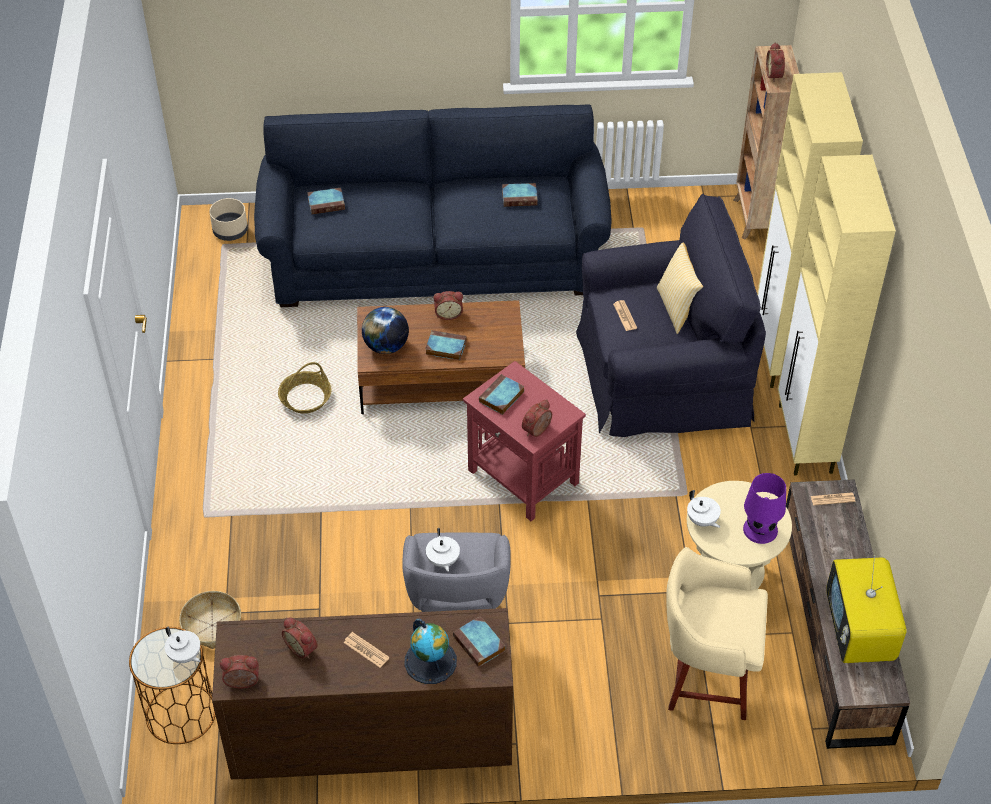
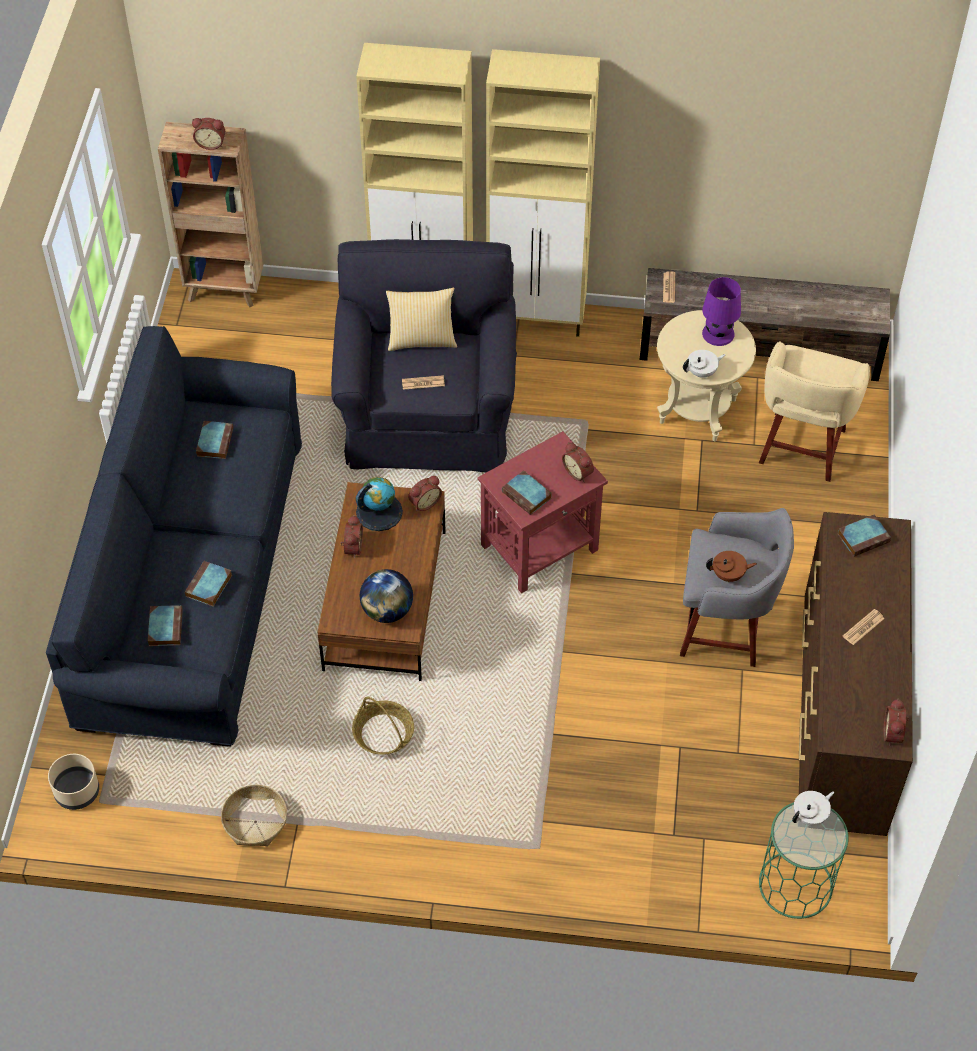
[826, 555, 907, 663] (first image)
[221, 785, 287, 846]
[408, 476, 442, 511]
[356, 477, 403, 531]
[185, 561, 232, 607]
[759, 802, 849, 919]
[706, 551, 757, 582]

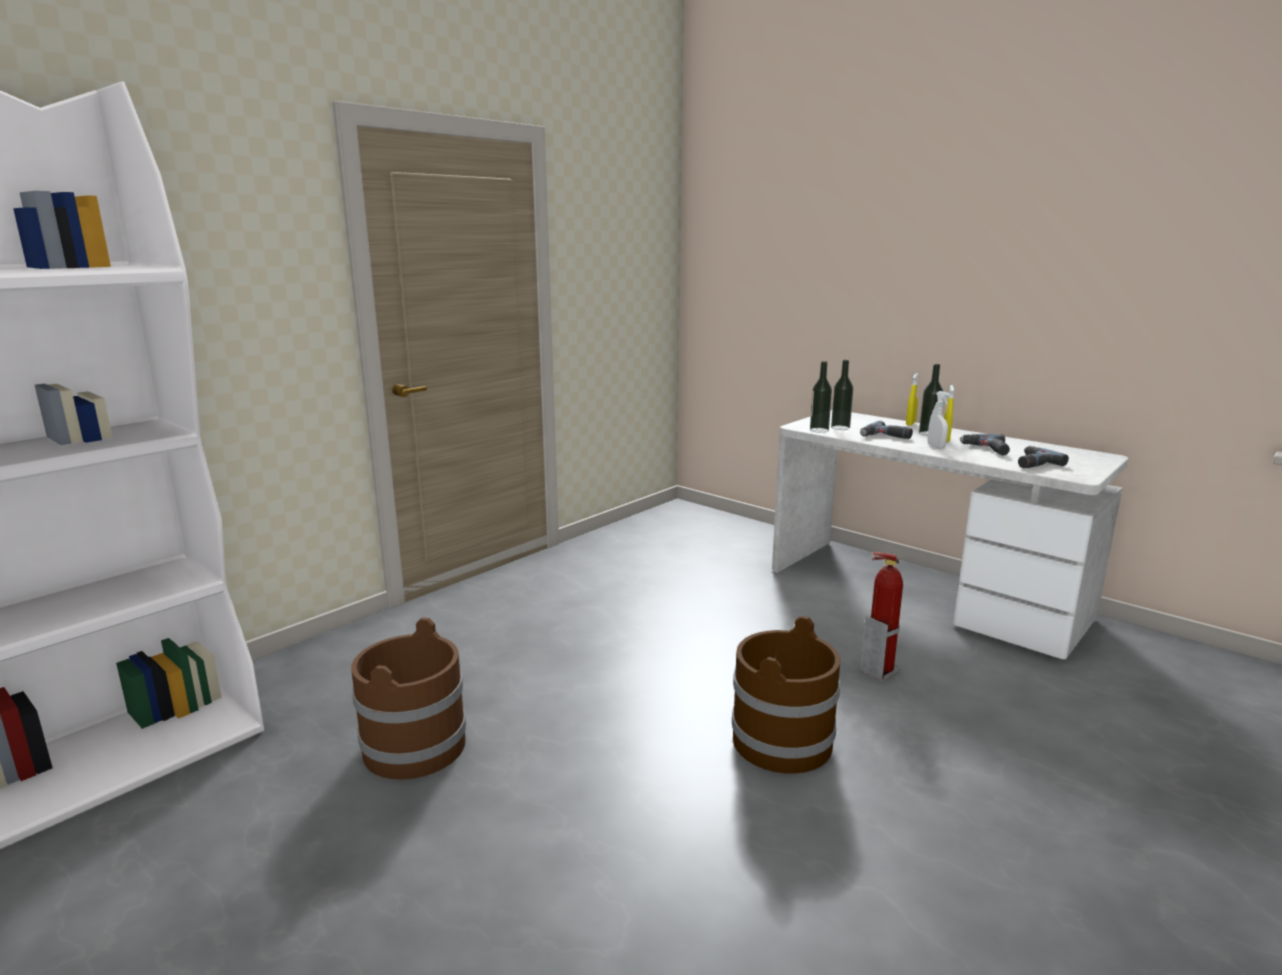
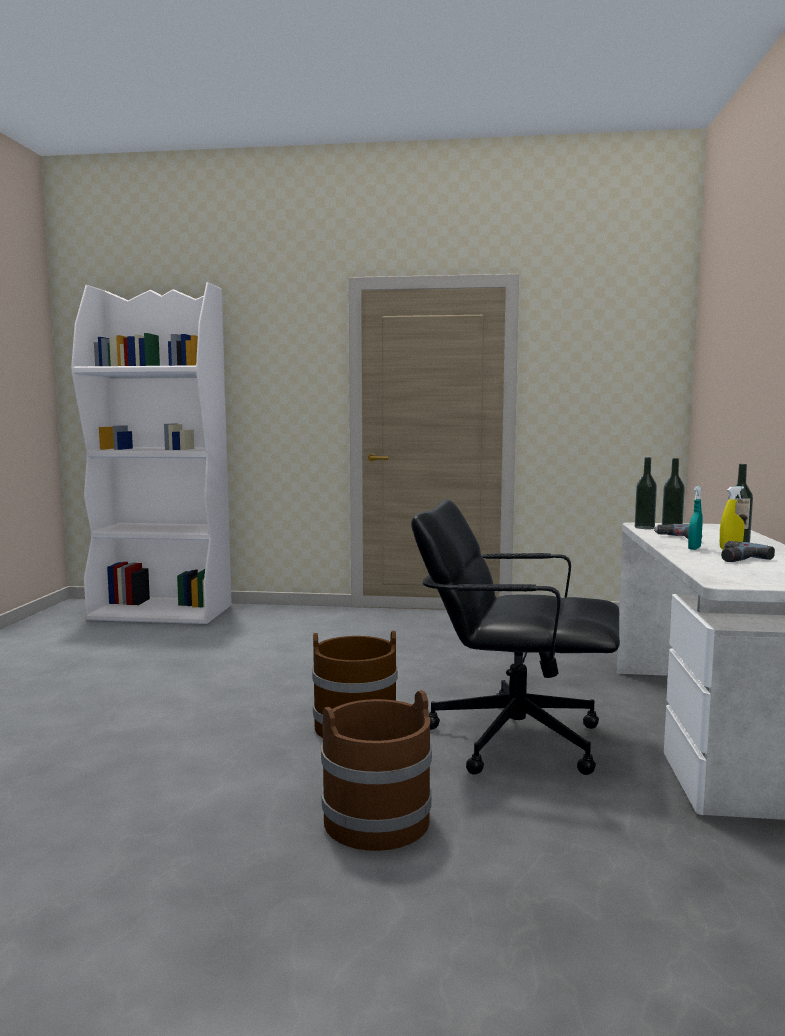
[906, 373, 919, 425] (first image)
[1018, 446, 1069, 468] (first image)
[321, 690, 432, 851]
[411, 500, 620, 775]
[688, 486, 702, 550]

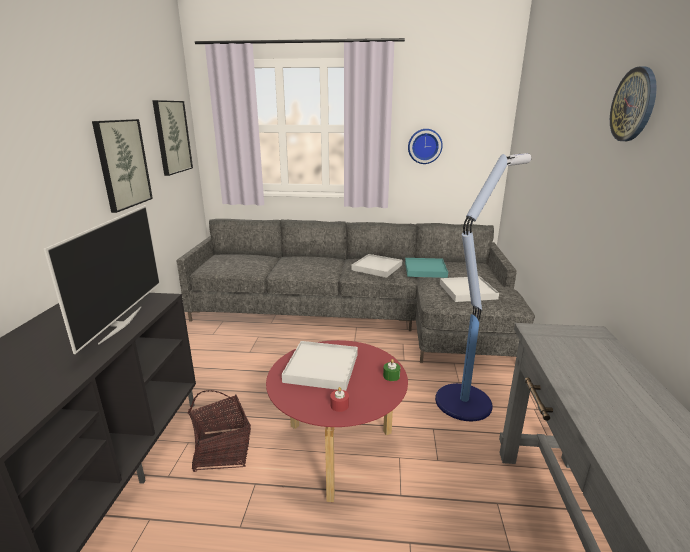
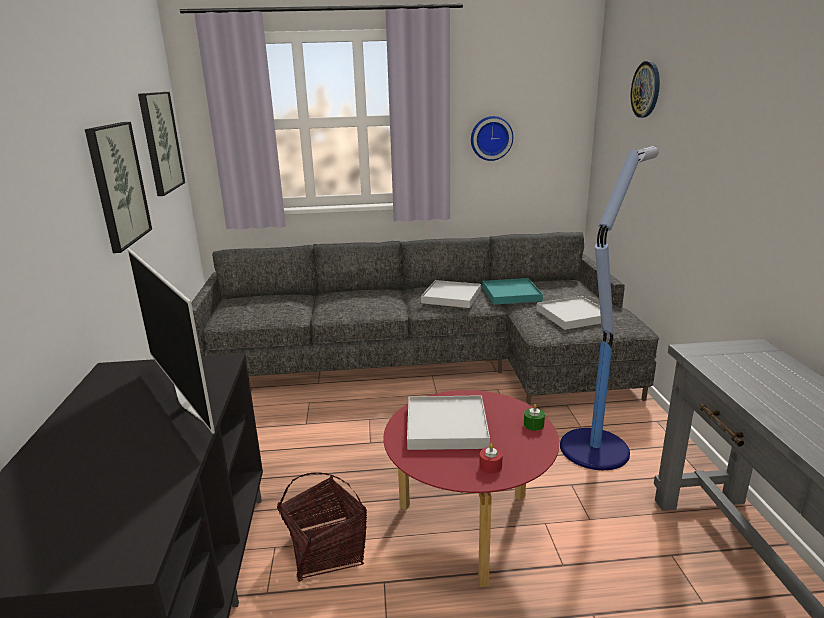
[631, 61, 660, 118]
[127, 248, 215, 434]

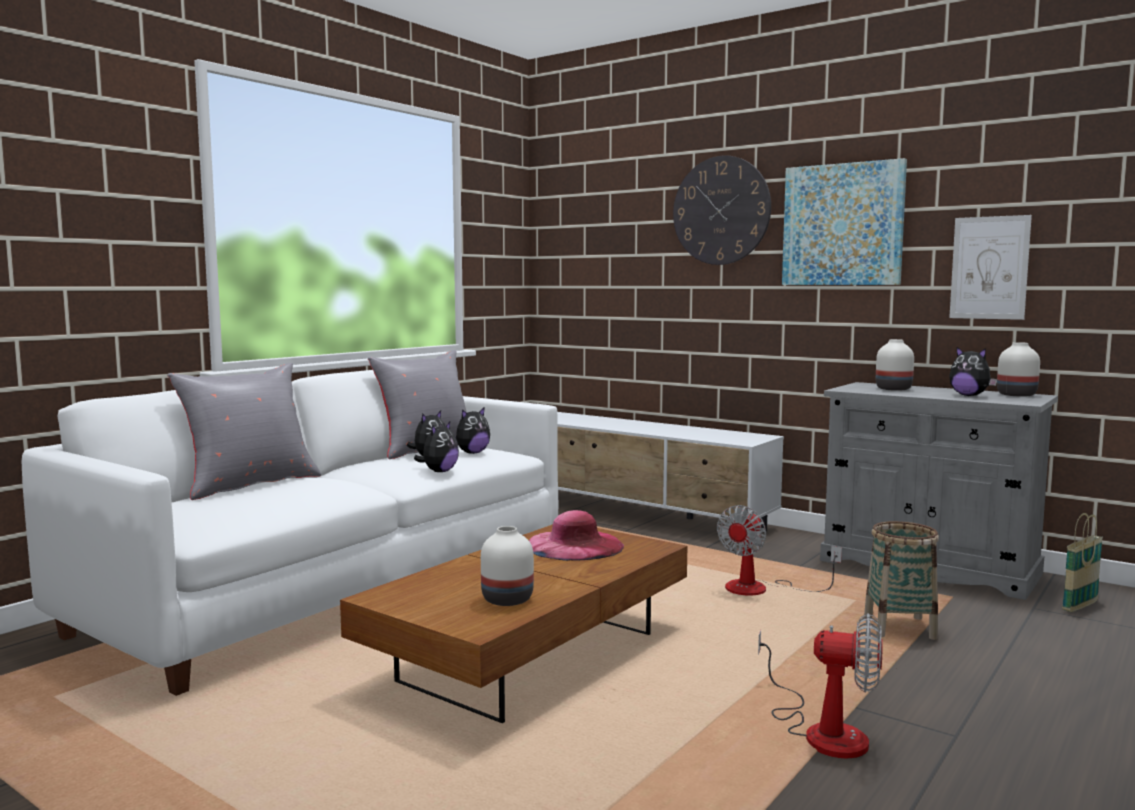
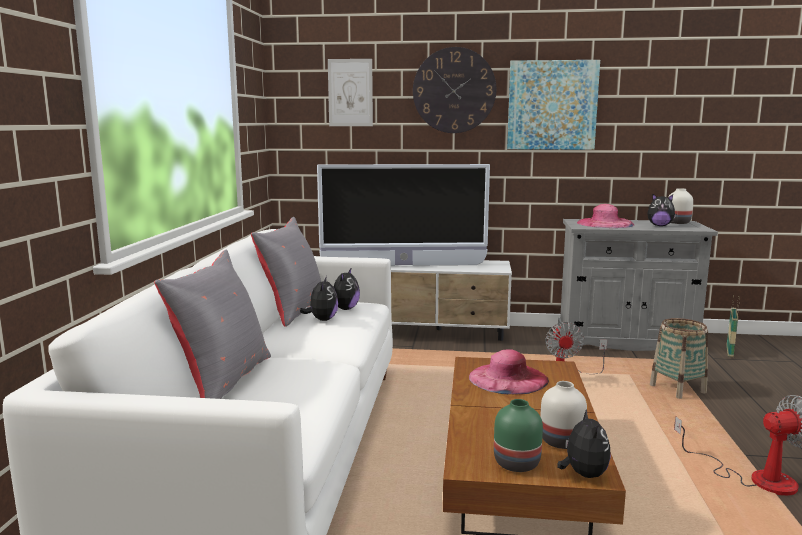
[317, 164, 490, 266]
[494, 399, 543, 472]
[557, 409, 611, 478]
[328, 59, 373, 126]
[577, 204, 634, 228]

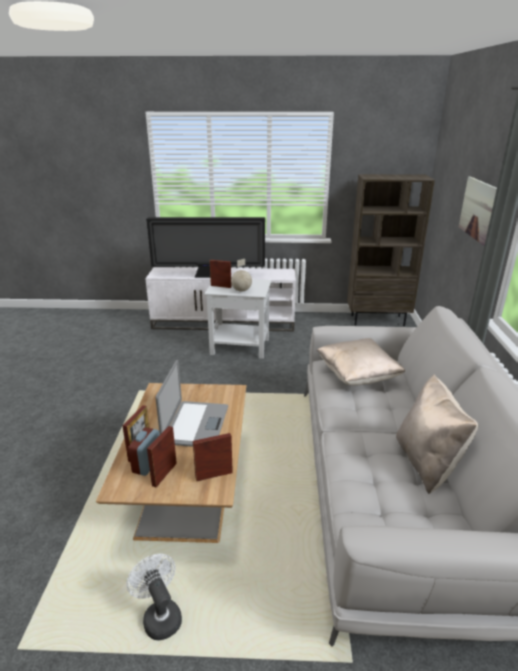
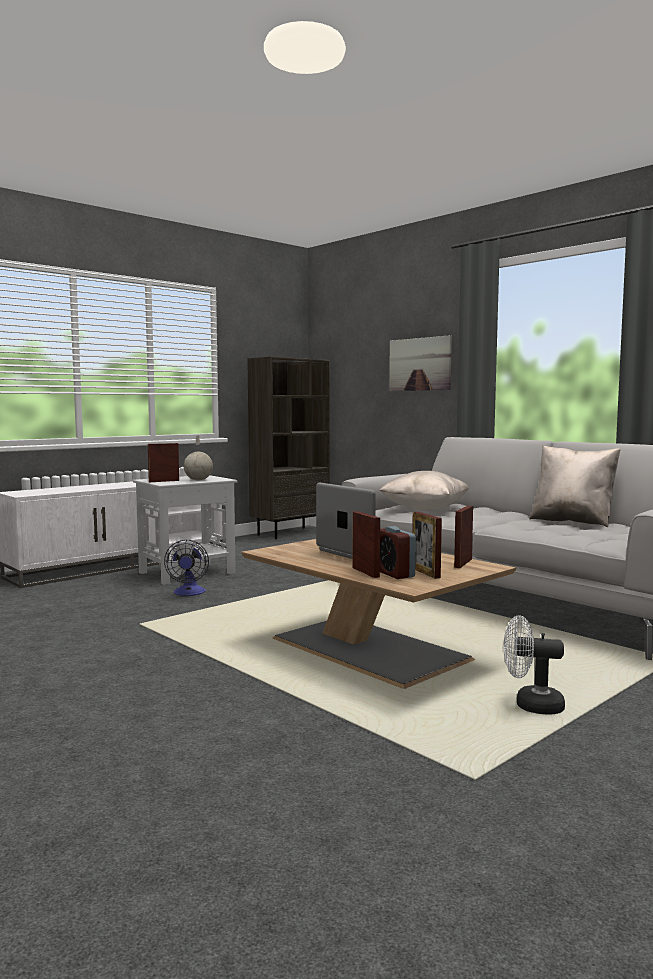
[146, 217, 265, 278] (first image)
[164, 540, 209, 596]

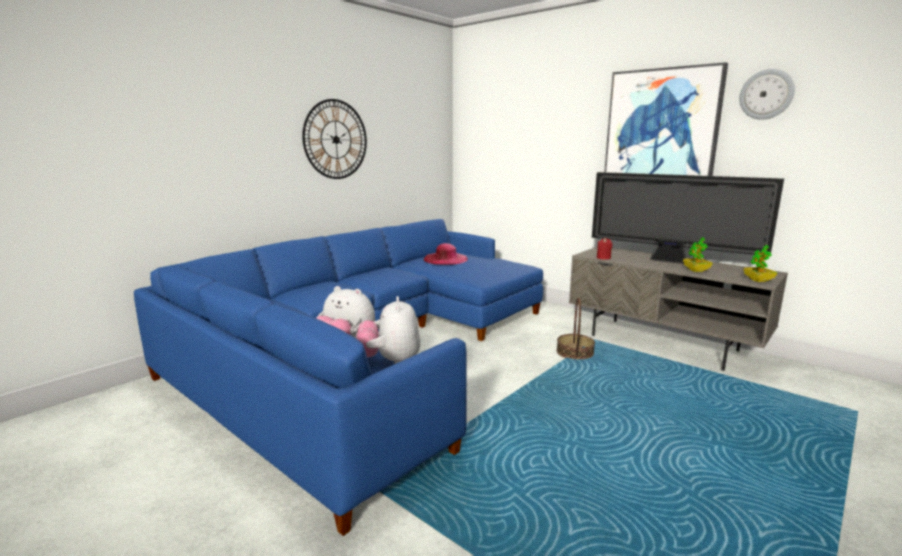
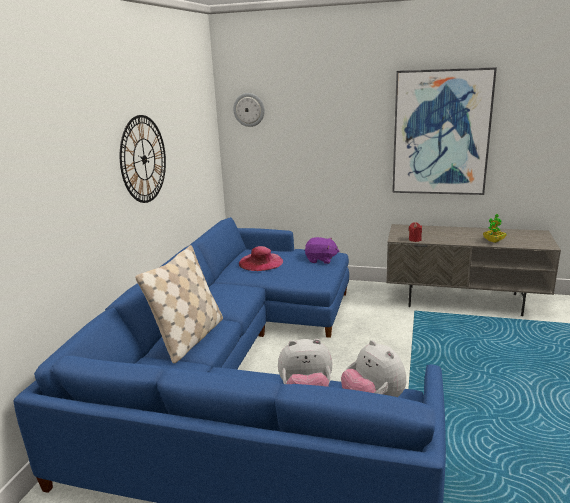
[557, 297, 595, 359] (first image)
[592, 172, 784, 264] (first image)
[743, 245, 777, 282] (first image)
[135, 245, 223, 364]
[305, 237, 339, 264]
[233, 93, 265, 127]

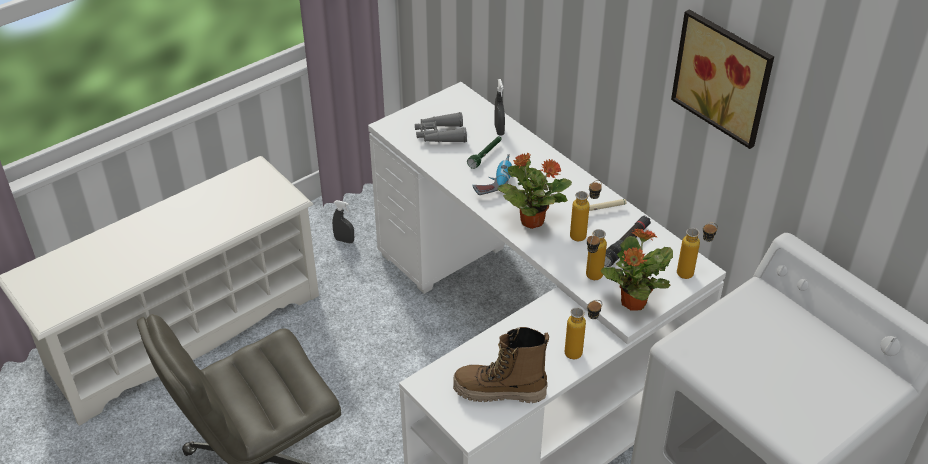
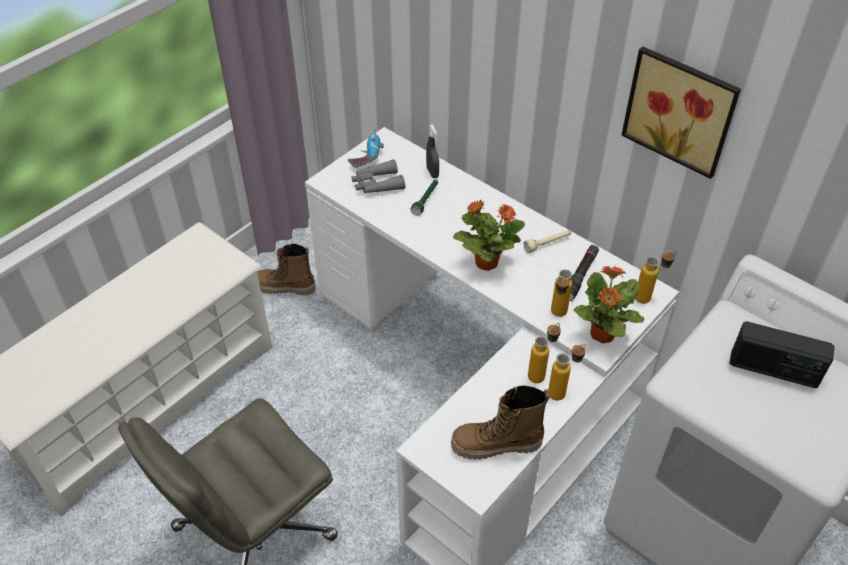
[729, 321, 835, 388]
[348, 129, 384, 168]
[528, 323, 561, 383]
[257, 244, 316, 296]

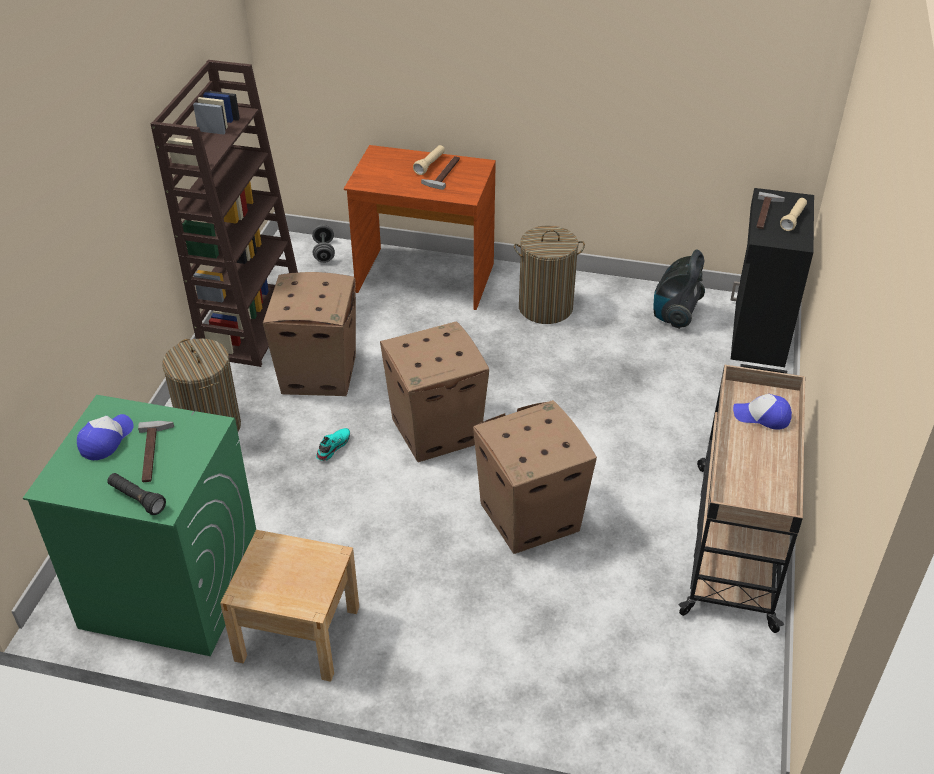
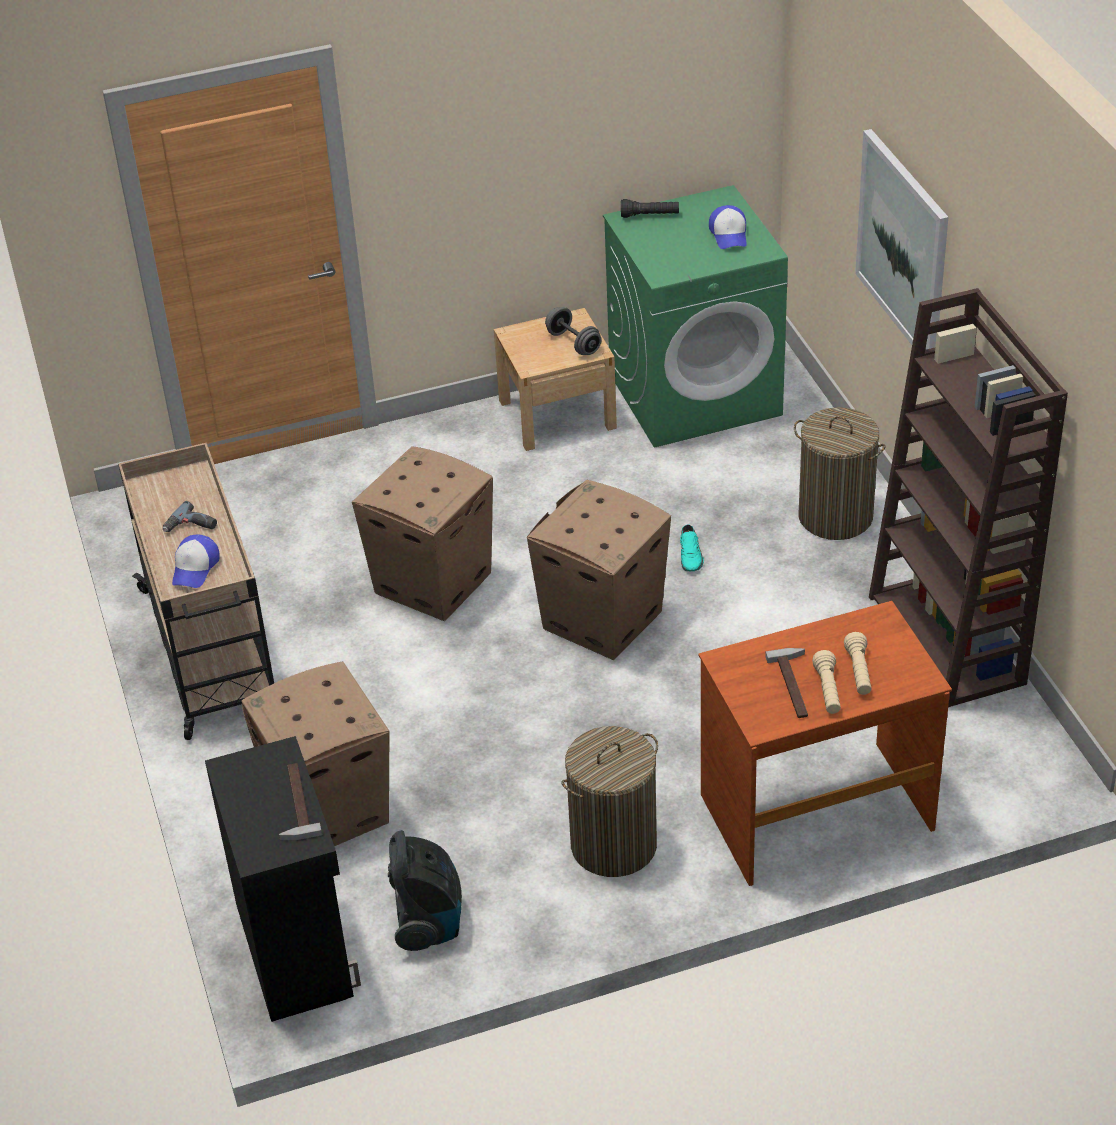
[138, 421, 174, 482] (first image)
[163, 501, 217, 532]
[855, 129, 948, 350]
[241, 661, 390, 846]
[545, 307, 602, 355]
[844, 632, 872, 695]
[172, 535, 220, 588]

